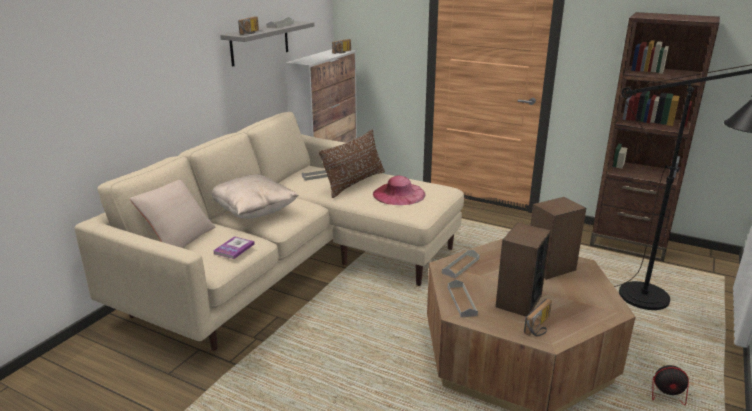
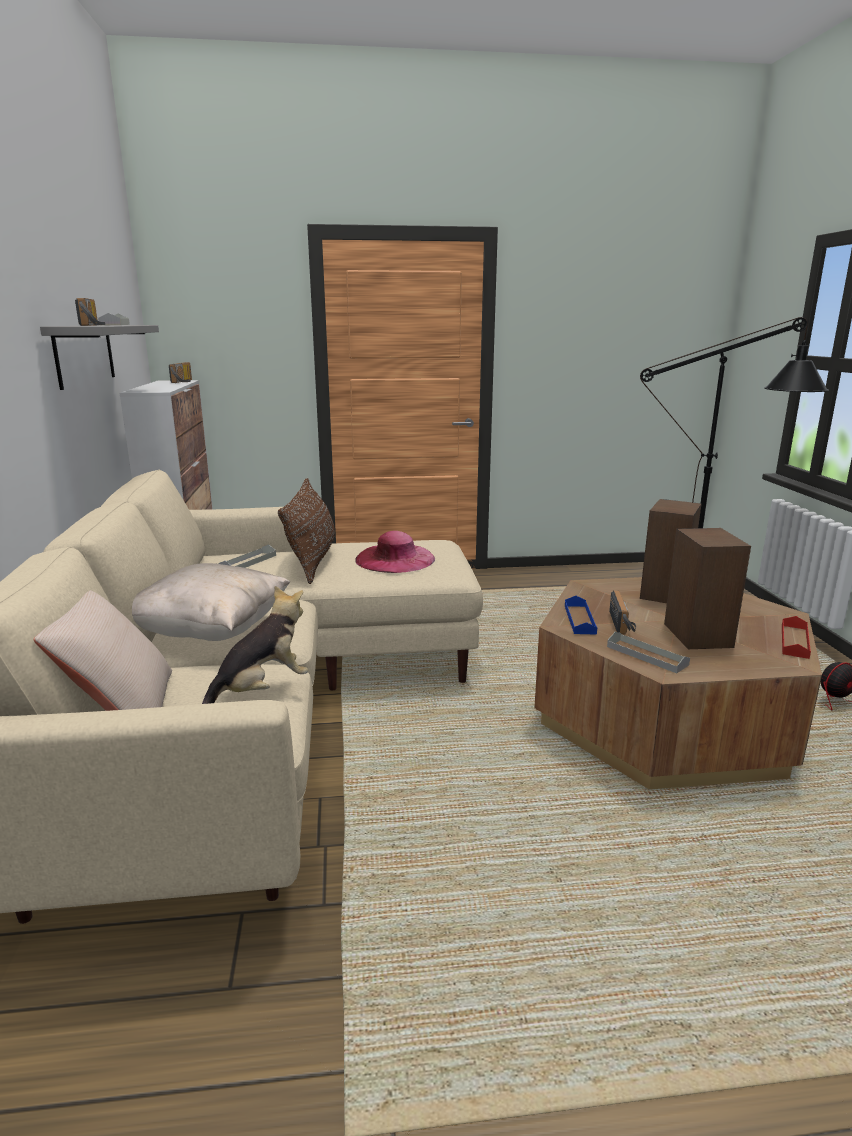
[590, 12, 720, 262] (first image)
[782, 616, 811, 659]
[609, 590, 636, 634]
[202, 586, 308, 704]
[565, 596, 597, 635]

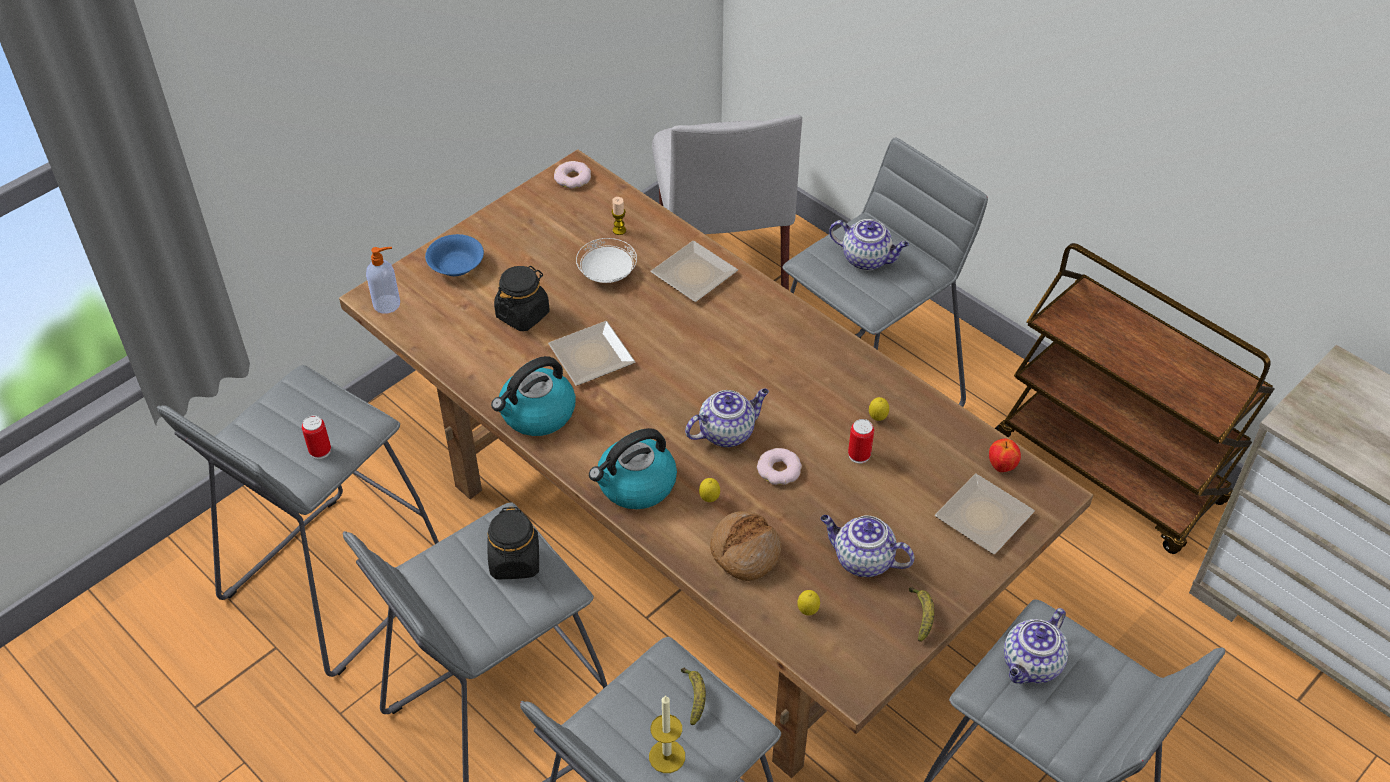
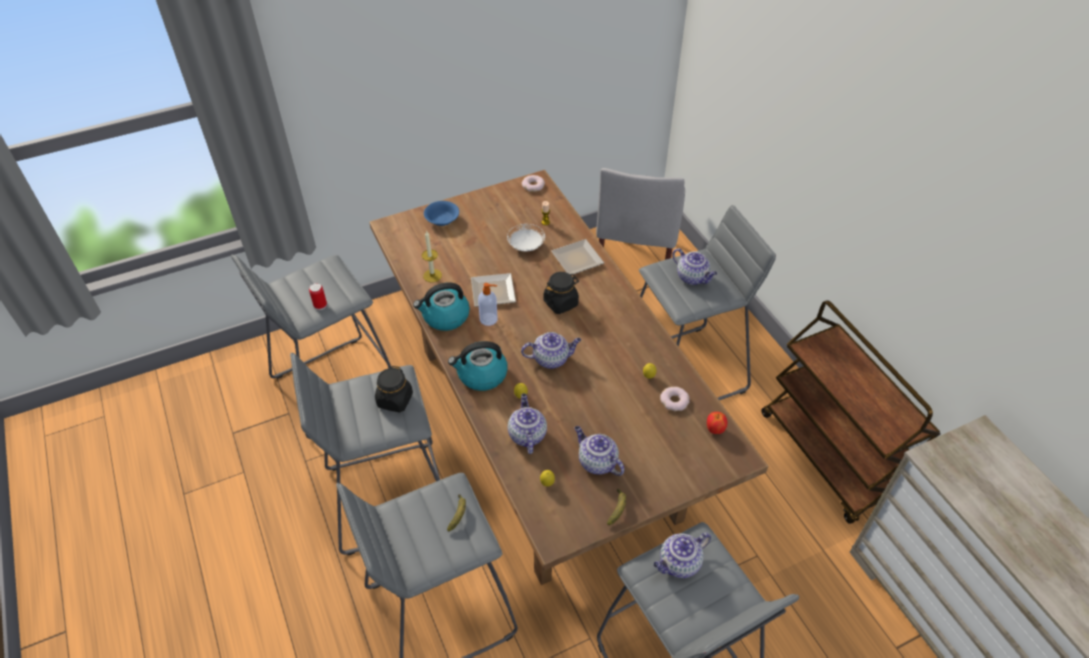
[848, 419, 874, 464] (first image)
[935, 474, 1035, 554] (first image)
[478, 283, 498, 326]
[544, 272, 579, 314]
[422, 230, 442, 282]
[660, 387, 689, 411]
[508, 394, 547, 454]

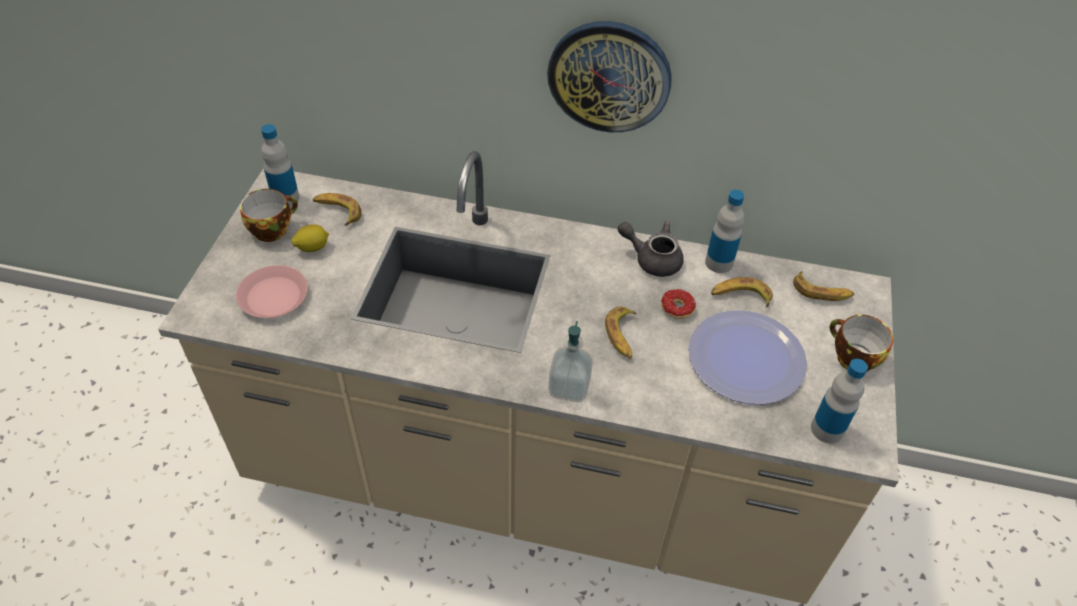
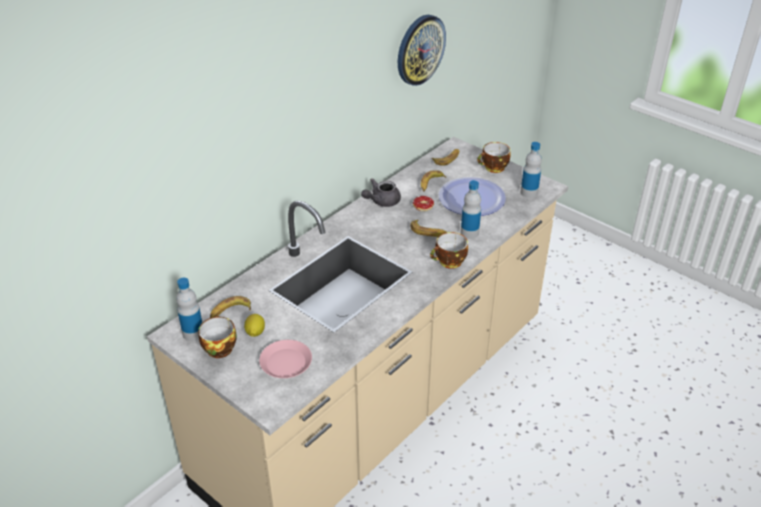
[398, 15, 446, 86]
[461, 180, 481, 239]
[430, 232, 468, 269]

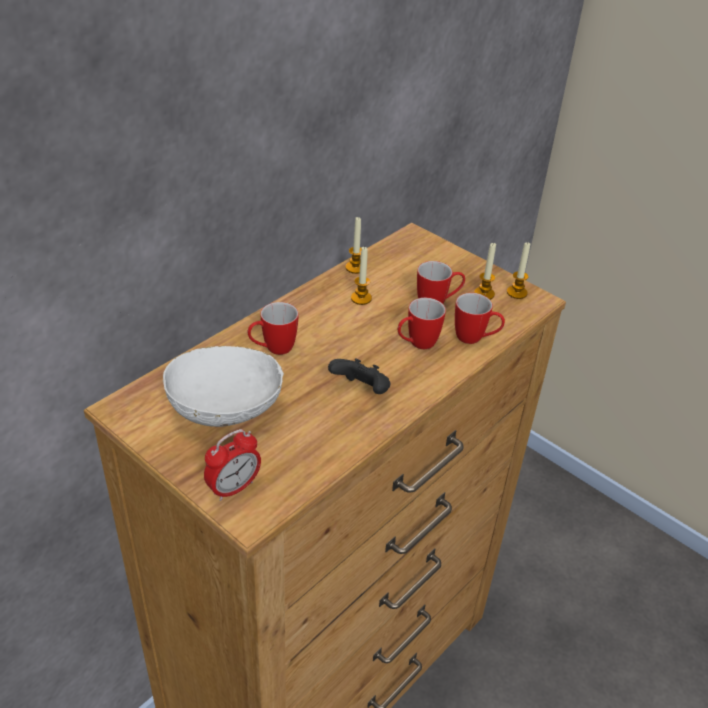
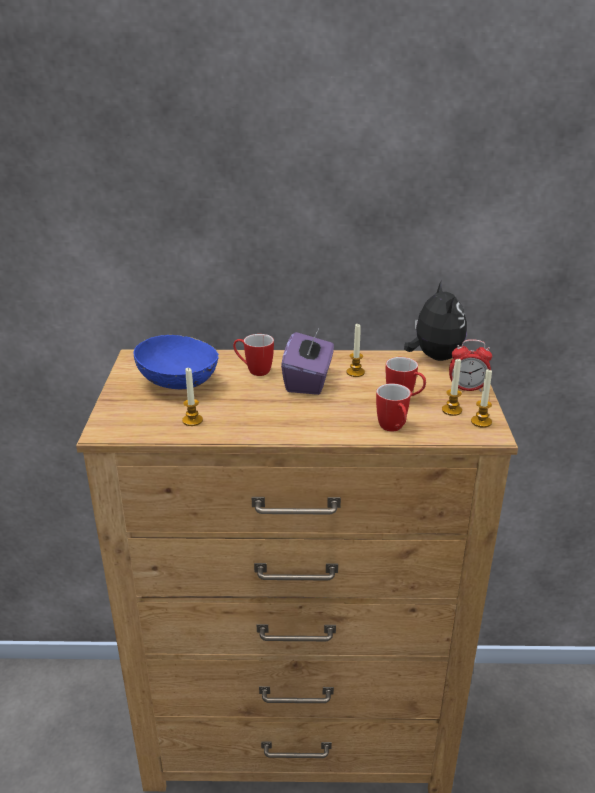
[328, 358, 391, 394] (first image)
[398, 298, 446, 349] (first image)
[281, 327, 334, 395]
[404, 280, 467, 361]
[449, 339, 492, 392]
[182, 367, 203, 426]
[134, 335, 219, 389]

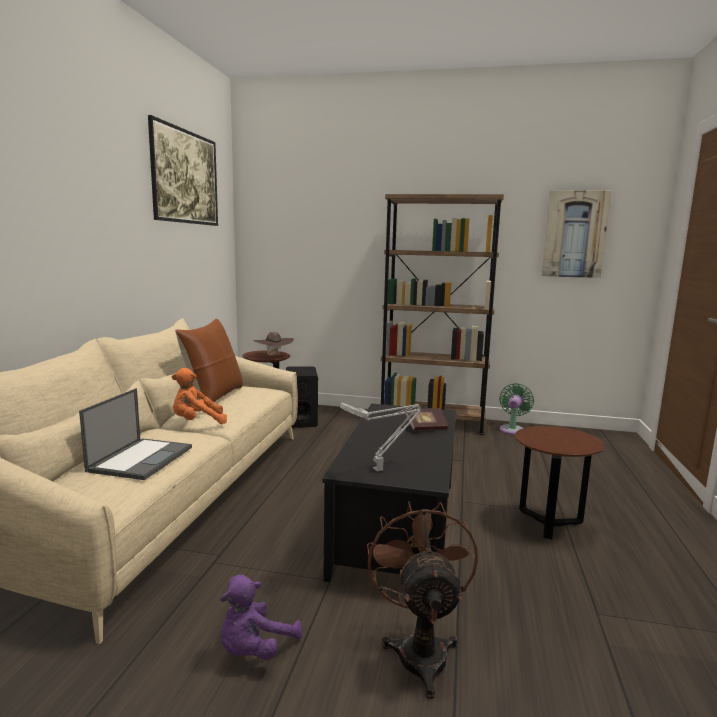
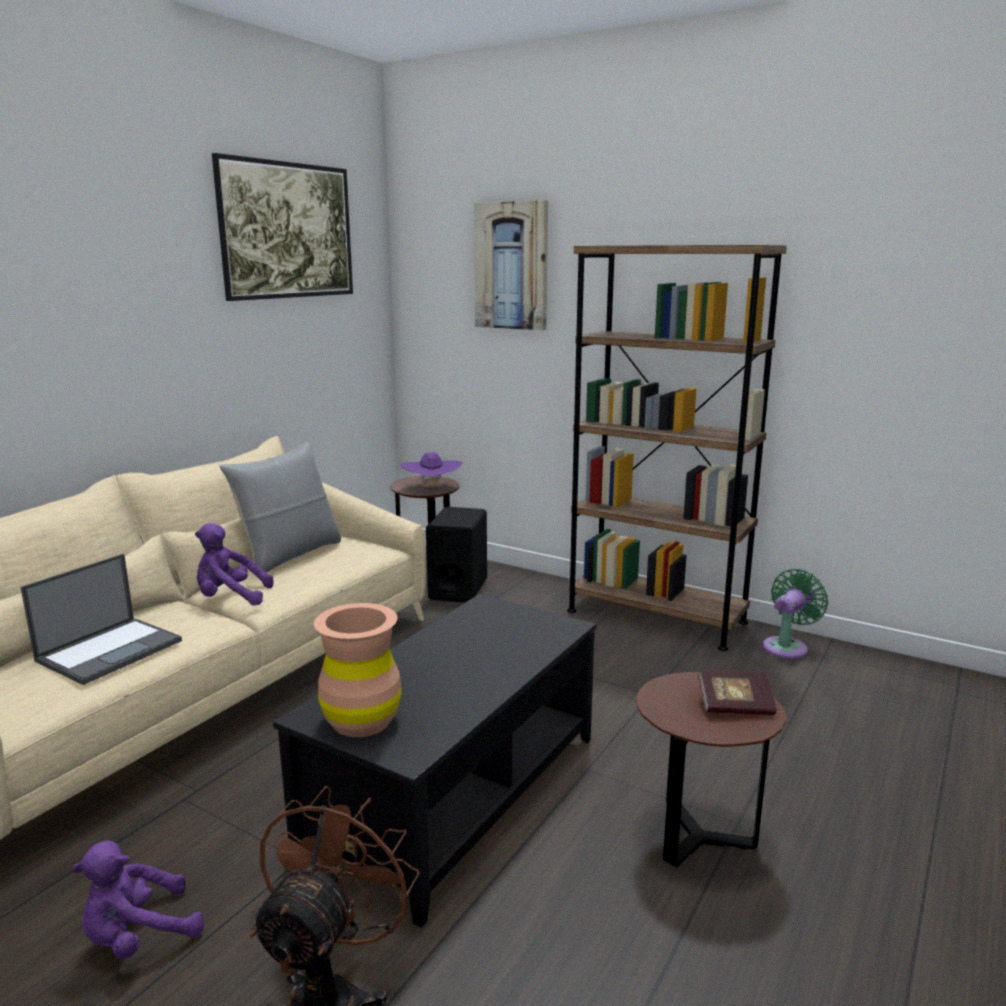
[698, 670, 777, 715]
[474, 200, 548, 330]
[314, 603, 402, 737]
[195, 523, 274, 606]
[219, 442, 341, 573]
[400, 452, 463, 488]

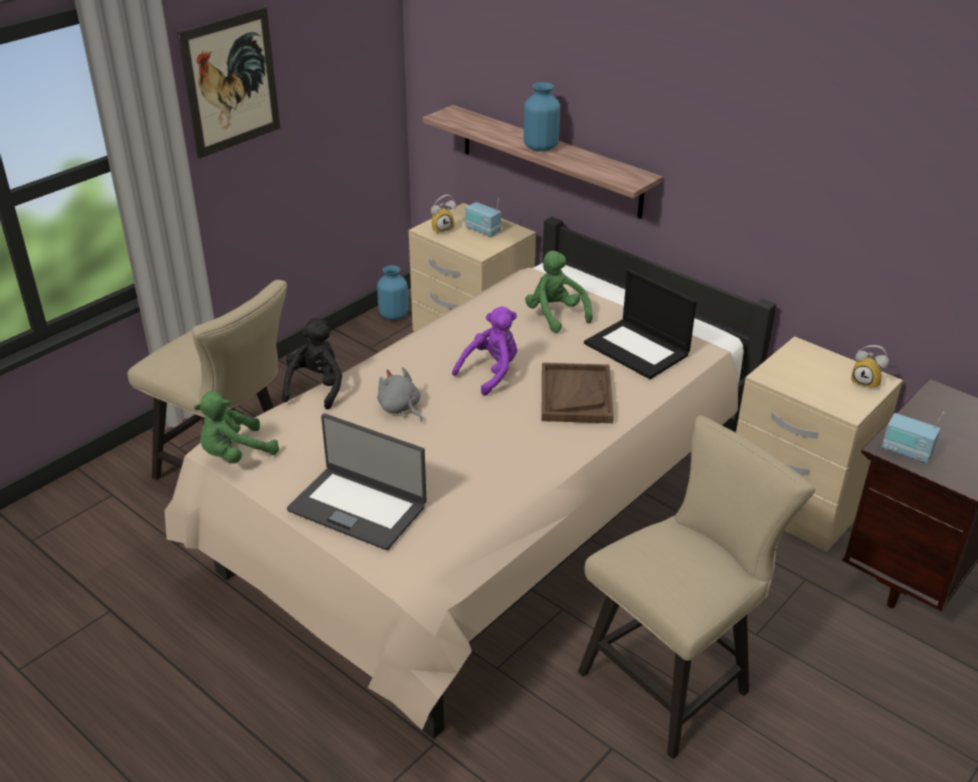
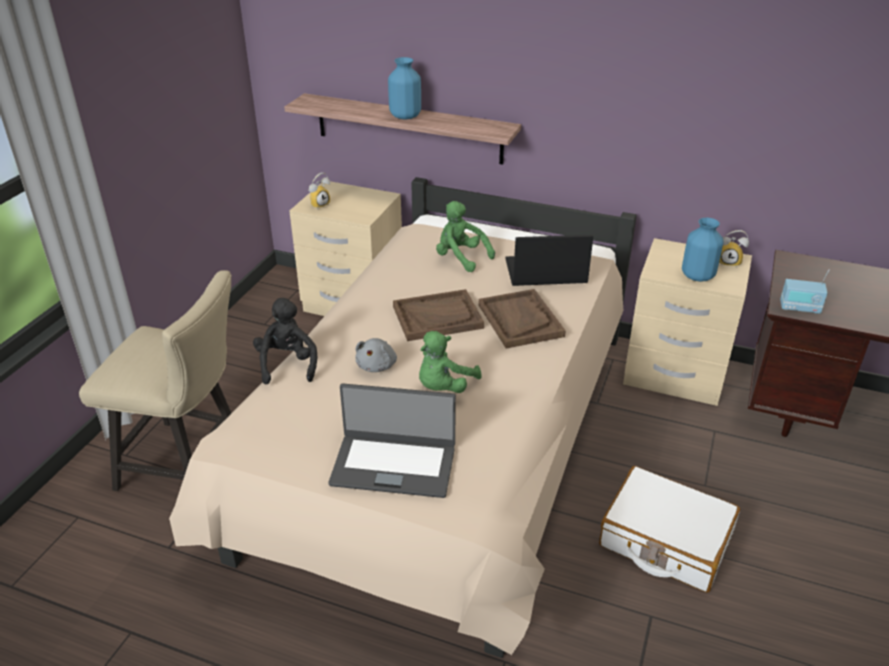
[177, 7, 280, 159] (first image)
[465, 198, 501, 237] (first image)
[419, 331, 482, 393]
[682, 218, 723, 282]
[393, 289, 484, 341]
[599, 466, 740, 593]
[356, 338, 397, 372]
[505, 235, 593, 286]

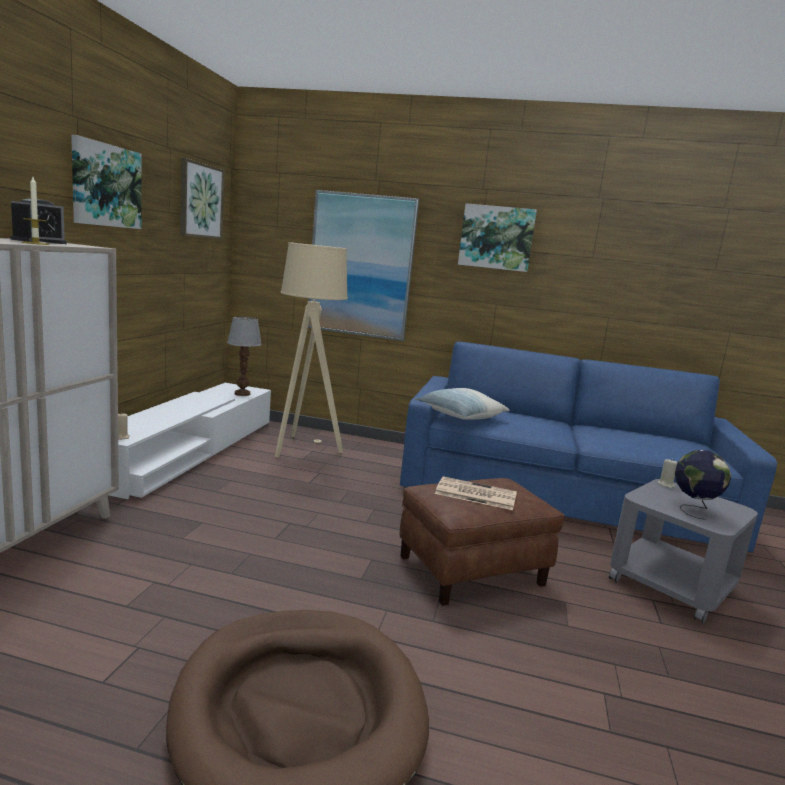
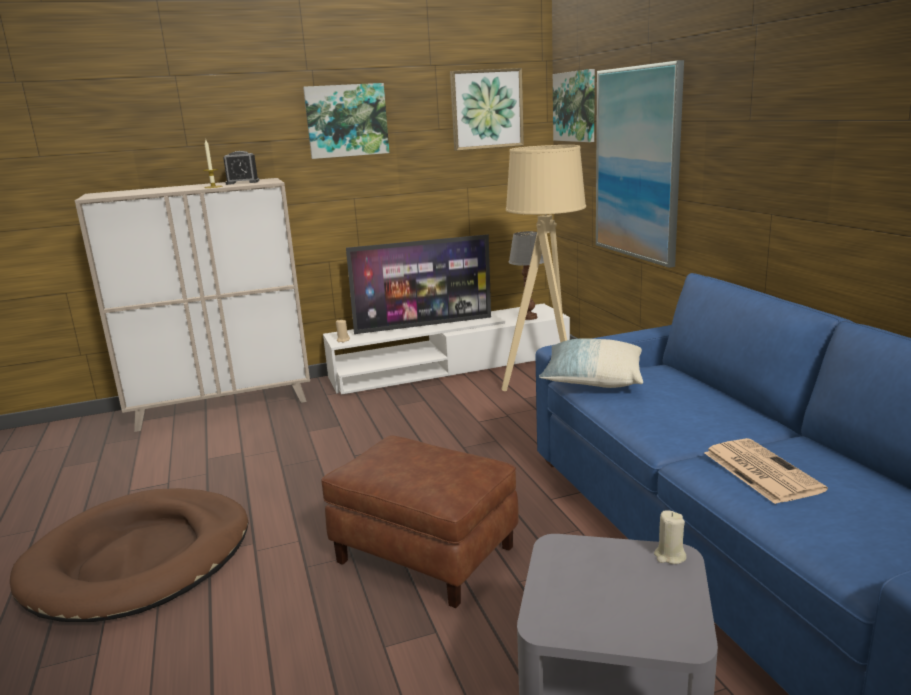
[675, 450, 731, 520] (first image)
[346, 234, 491, 334]
[705, 438, 828, 504]
[553, 69, 595, 142]

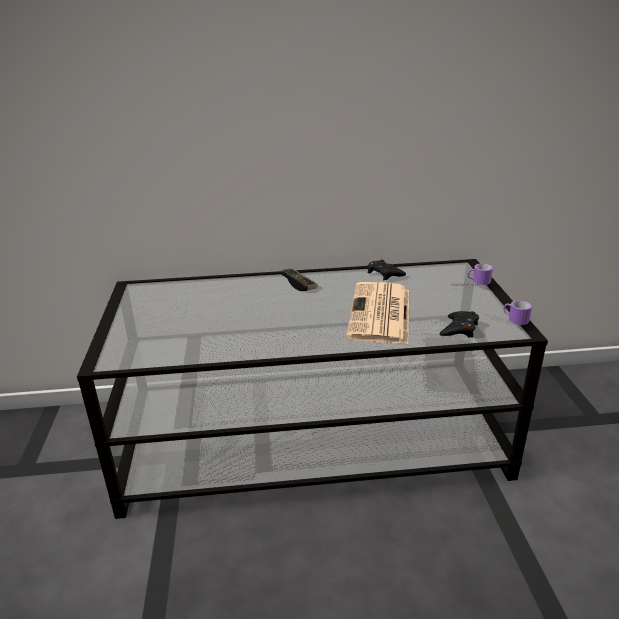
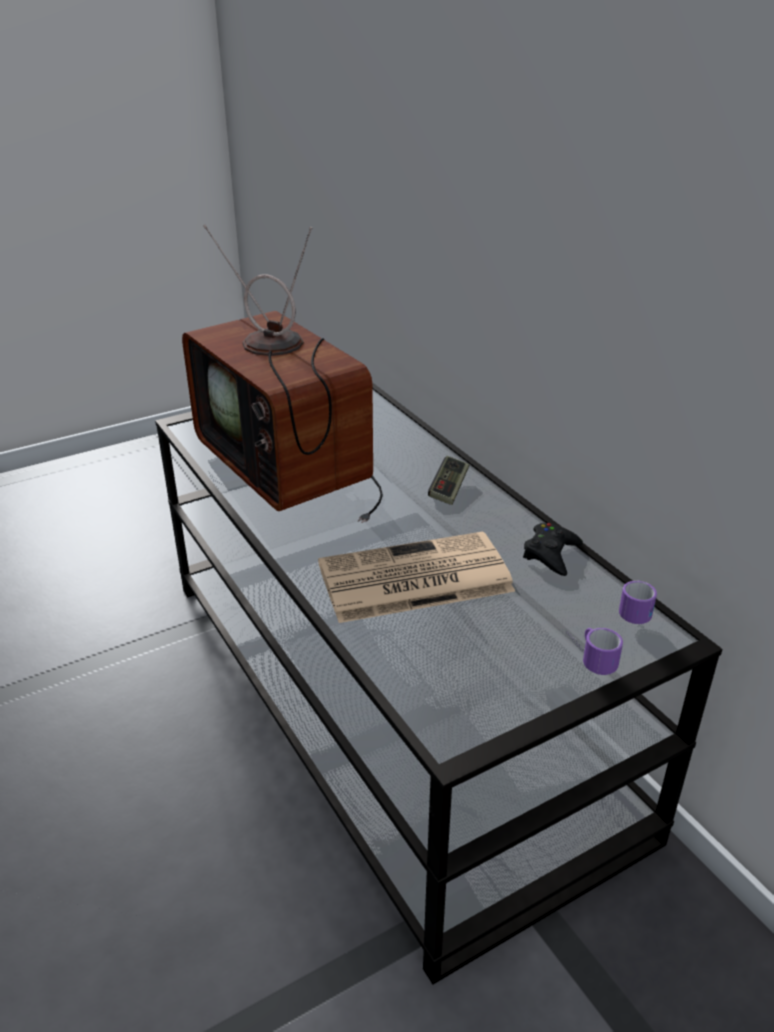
[439, 311, 479, 337] (first image)
[182, 225, 383, 523]
[619, 580, 657, 624]

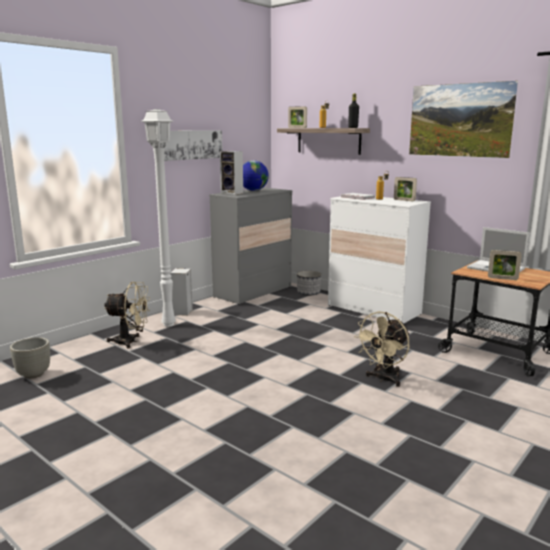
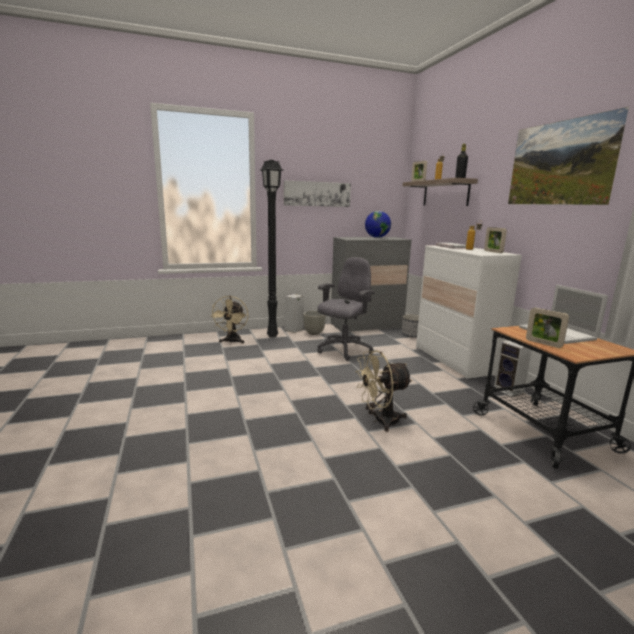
[318, 257, 375, 361]
[303, 311, 326, 335]
[494, 340, 532, 397]
[260, 160, 283, 338]
[210, 296, 248, 344]

